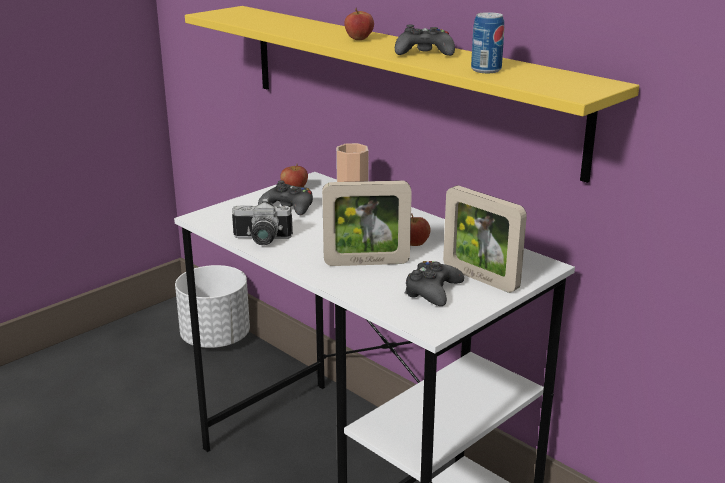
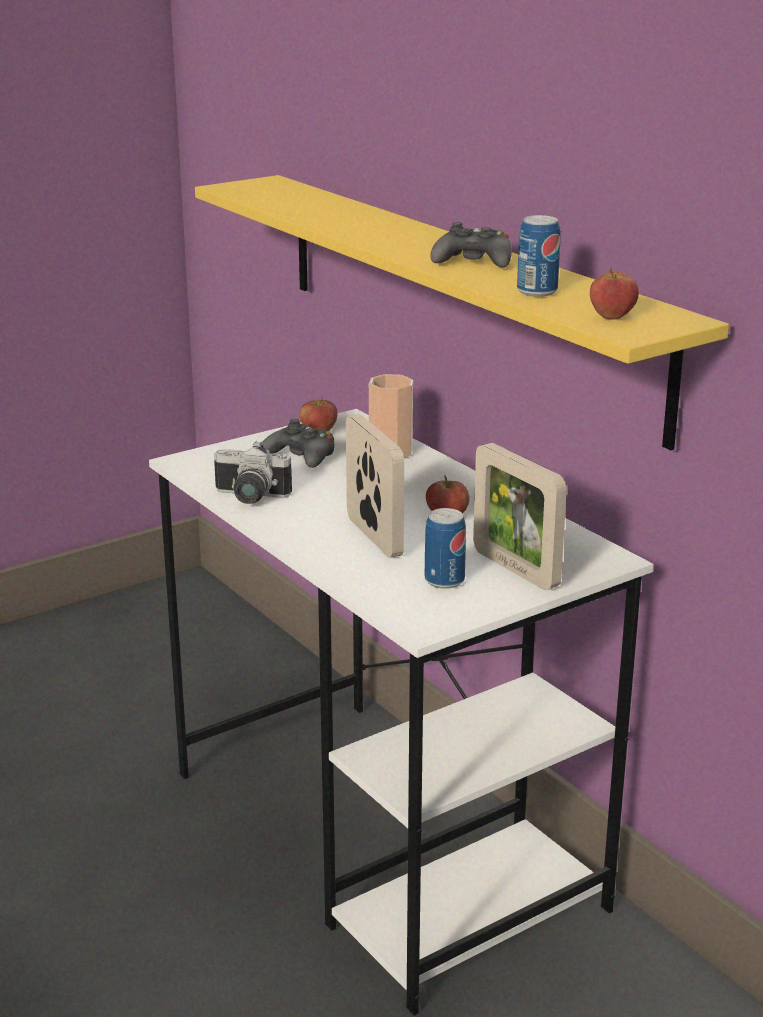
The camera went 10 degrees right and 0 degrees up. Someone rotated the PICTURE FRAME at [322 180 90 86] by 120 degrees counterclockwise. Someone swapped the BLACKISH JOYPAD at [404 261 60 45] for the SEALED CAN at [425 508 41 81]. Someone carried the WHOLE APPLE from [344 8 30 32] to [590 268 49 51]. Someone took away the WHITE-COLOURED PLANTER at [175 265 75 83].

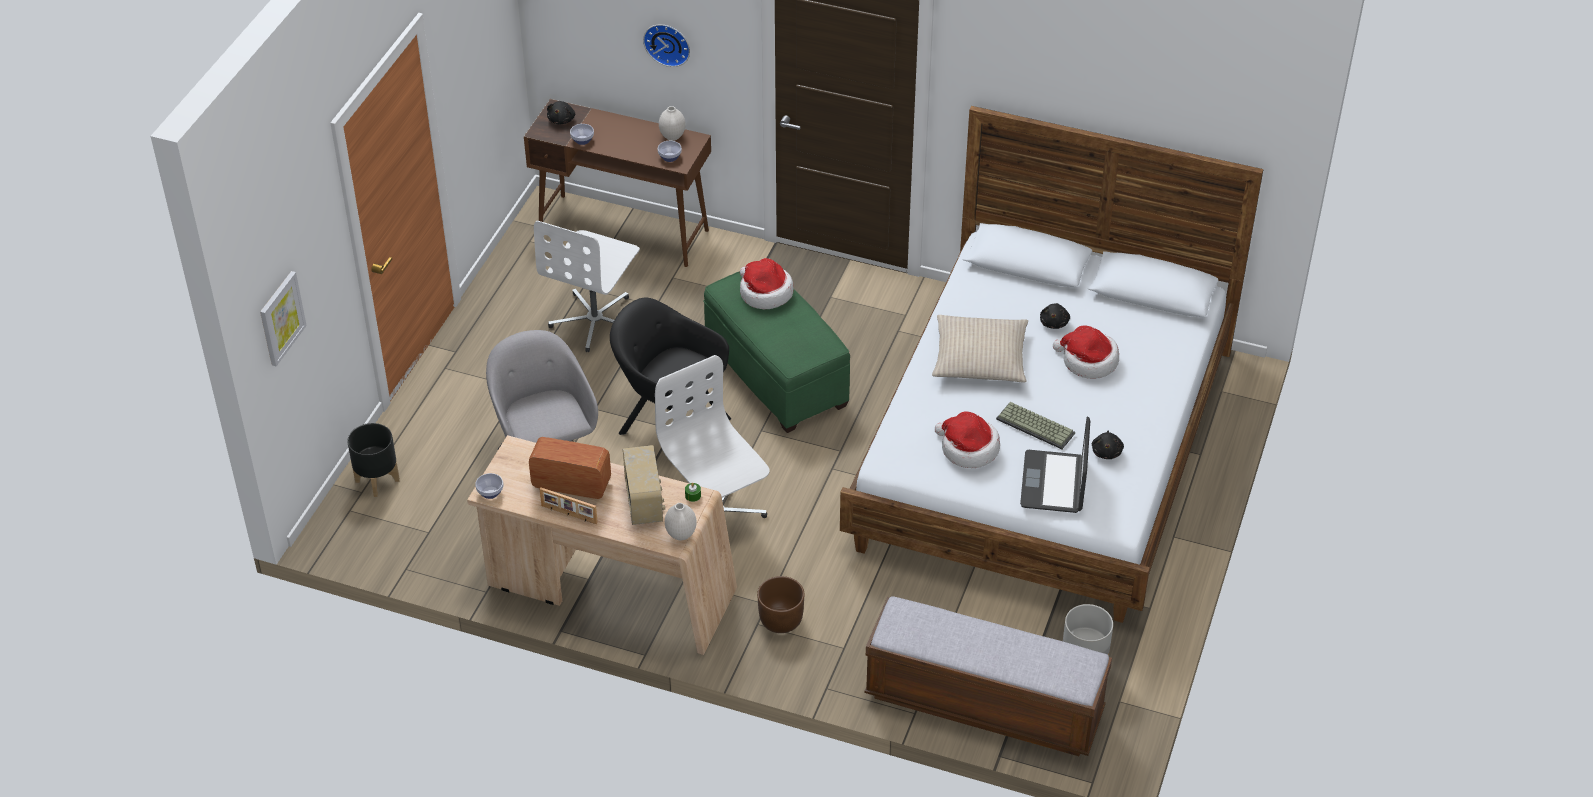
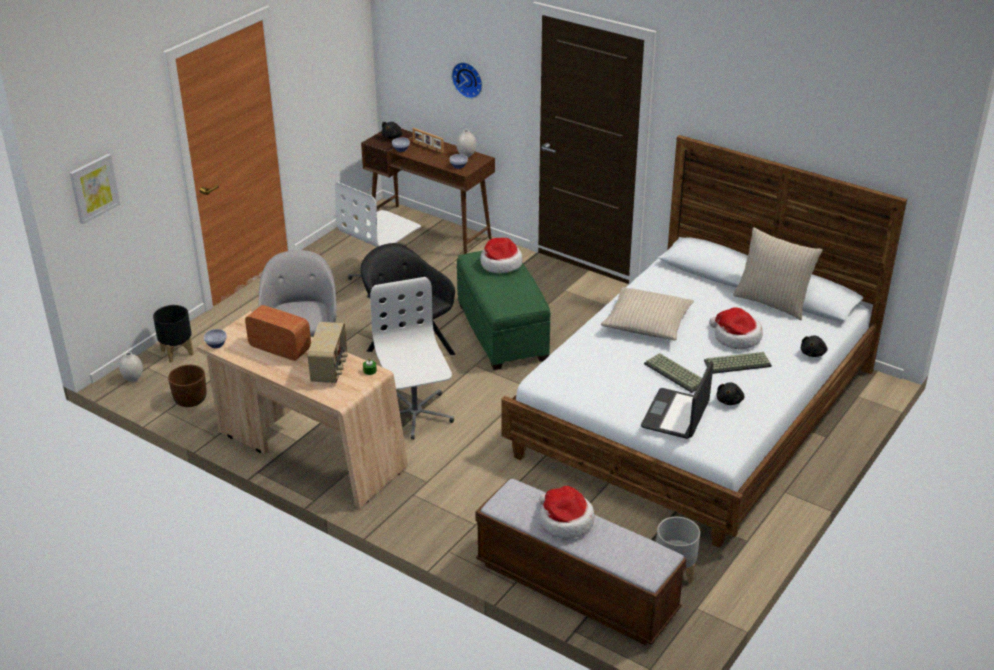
The camera went 15 degrees right and 10 degrees down. Someone carried the WHITE-COLOURED DECORATIVE VASE from [665 503 31 37] to [119 352 24 30]. Someone carried the BROWN PLANTER from [757 576 47 57] to [168 365 39 42]. Someone carried the PICTURE FRAME from [540 488 58 36] to [413 128 31 25]. Someone carried the CLOTHING HAT from [935 412 65 56] to [539 486 55 53]. Someone put down the PC KEYBOARD at [704 352 68 22]. Someone put down the BEIGE CUSHION at [733 227 90 93]. Someone carried the BLACKISH PLUSH TOY from [1040 303 30 26] to [801 336 26 21].

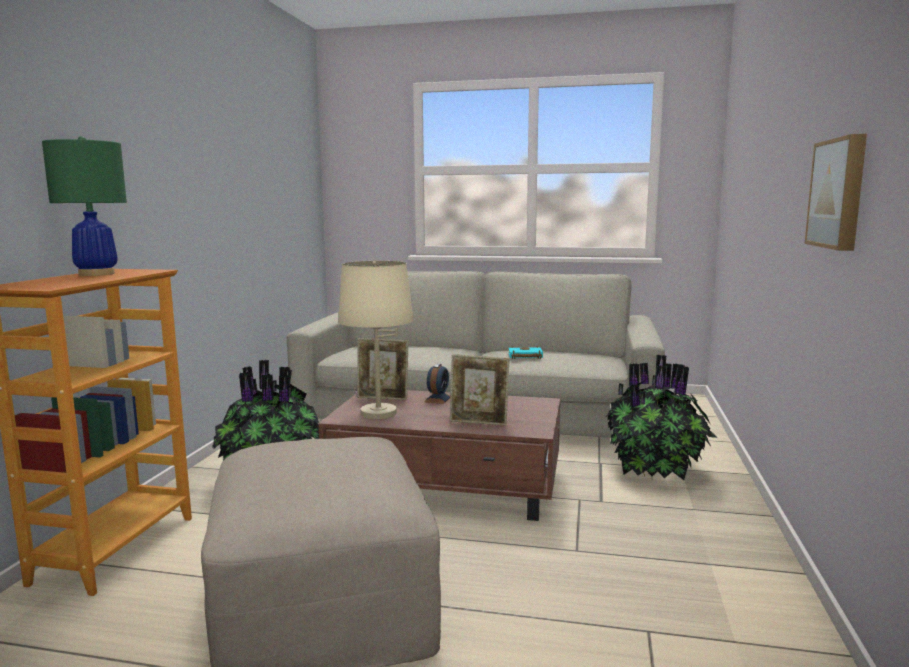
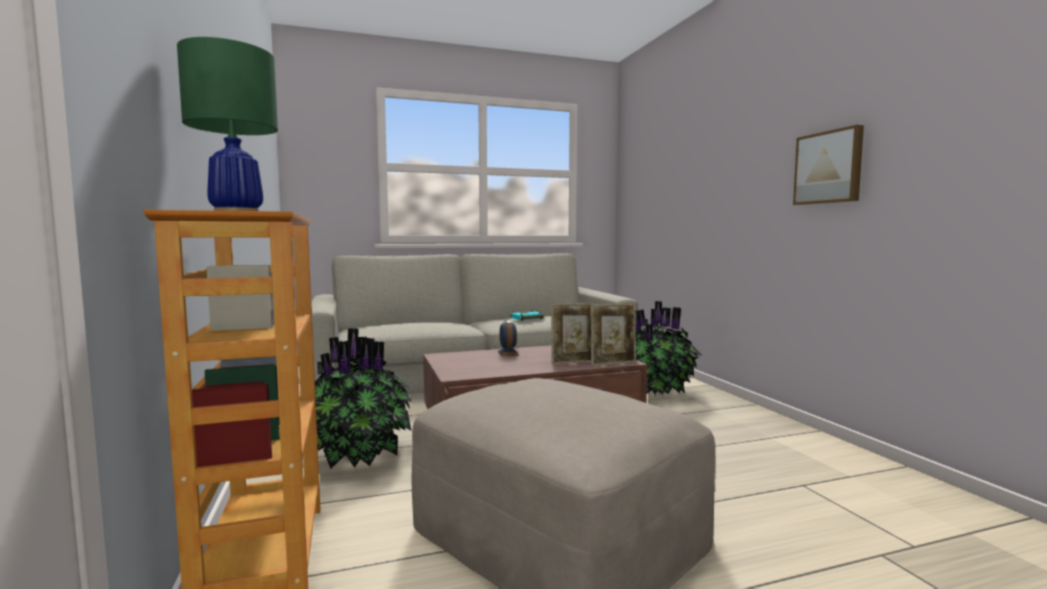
The camera went 30 degrees left and 5 degrees down. Someone carried the PICTURE FRAME from [357 338 51 62] to [590 303 46 63]. Someone took away the BEIGE TABLE LAMP at [338 261 75 158].

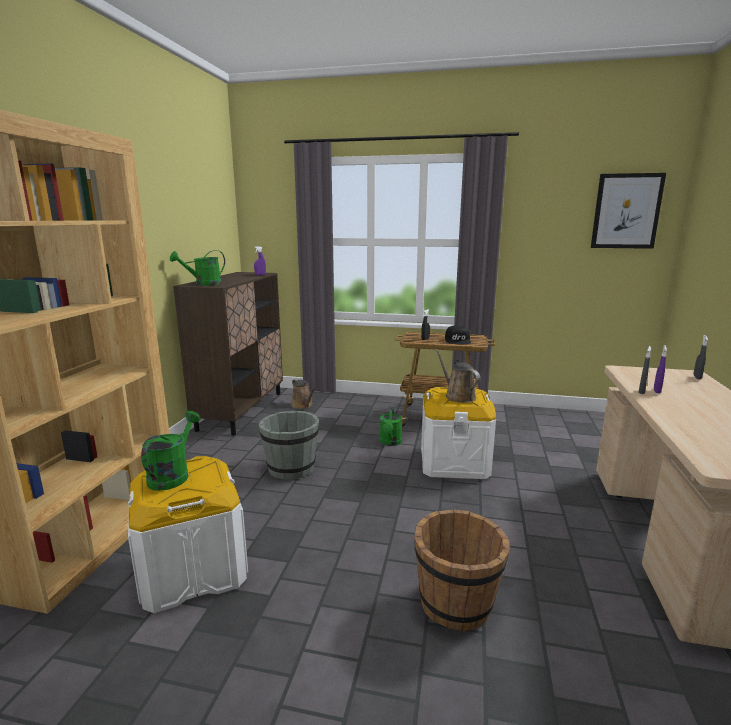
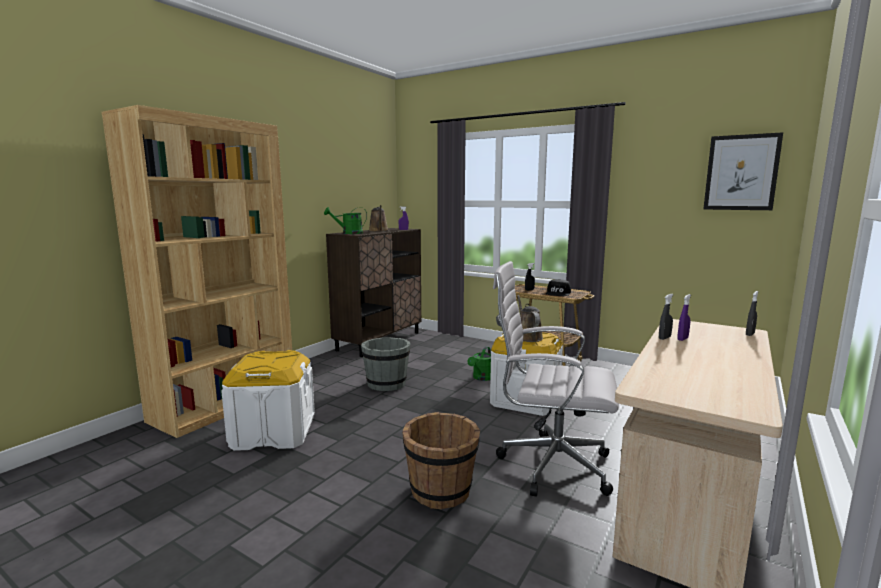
The camera went 20 degrees right and 5 degrees down. Someone carried the BROWN SPRINKLING CAN from [291 379 25 30] to [369 205 20 27]. Someone put down the WHITE-COLOURED DESK CHAIR at [493 261 126 235]. Someone took away the GREENISH SPRINKLING CAN at [141 411 60 80].

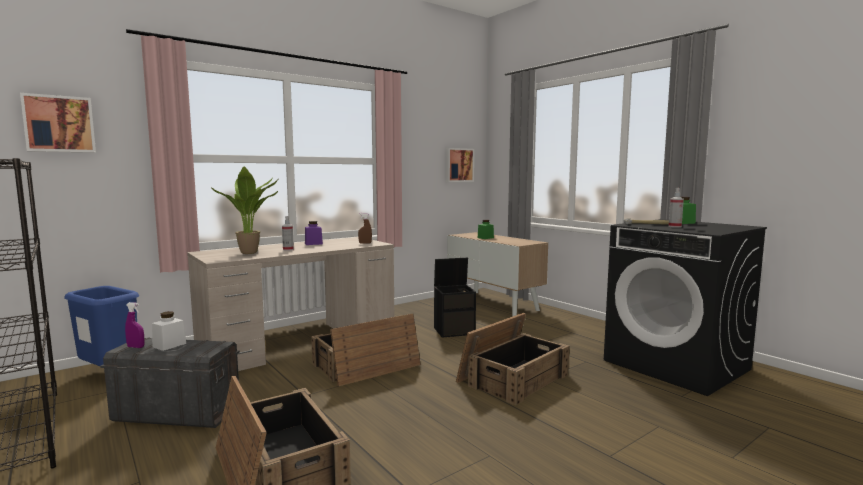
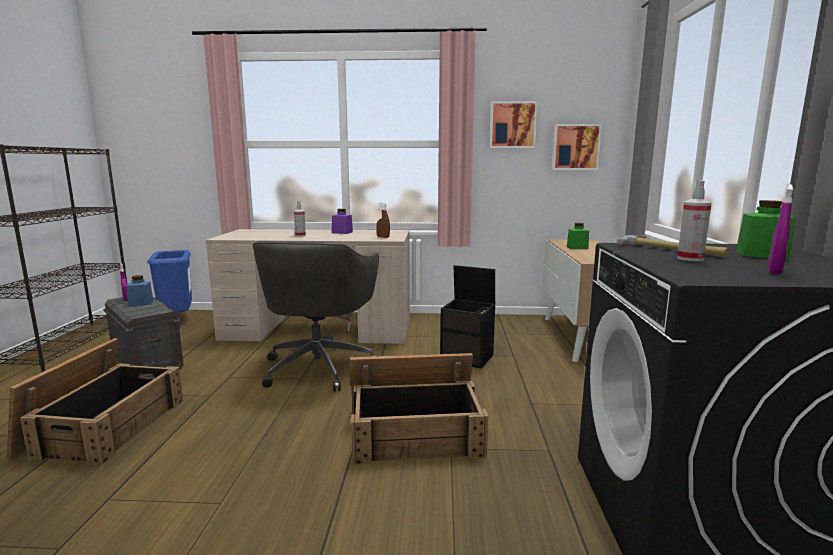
The camera went 40 degrees right and 5 degrees up. Someone repainted the WHITE-COLOURED JAR at [152 311 34 40], which became the BLUE-COLOURED JAR at [126 275 28 32]. Someone swapped the PACKING CRATE at [311 313 110 74] for the GREYISH DESK CHAIR at [253 241 126 151]. Someone carried the WALL ART from [20 93 76 60] to [490 101 48 47]. Someone put down the PURPLE-COLOURED SPRAY BOTTLE at [768 184 25 90]. Someone took away the HOUSEPLANT at [211 167 68 87].

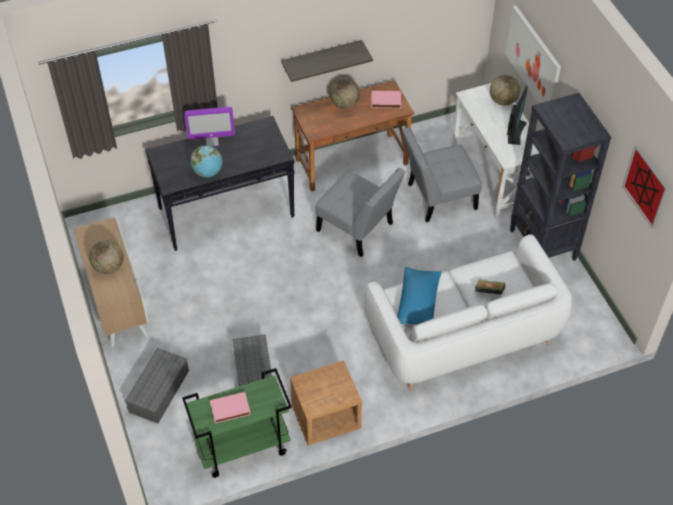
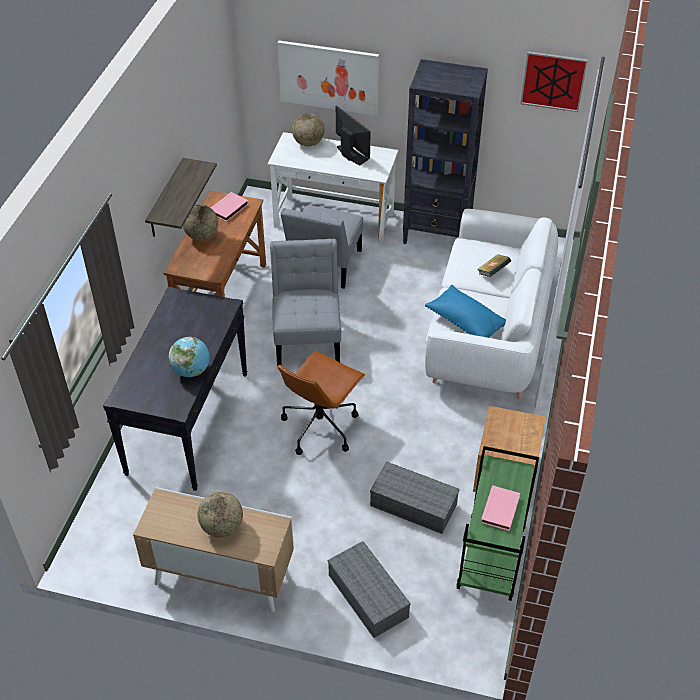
The camera went 55 degrees left and 5 degrees down. Someone rotated the GREYISH PLAIN CHAIR at [315 168 90 89] by 75 degrees counterclockwise. Someone put down the BROWN DESK CHAIR at [278 351 87 104]. Someone took away the COMPUTER SCREEN at [184 107 51 39].

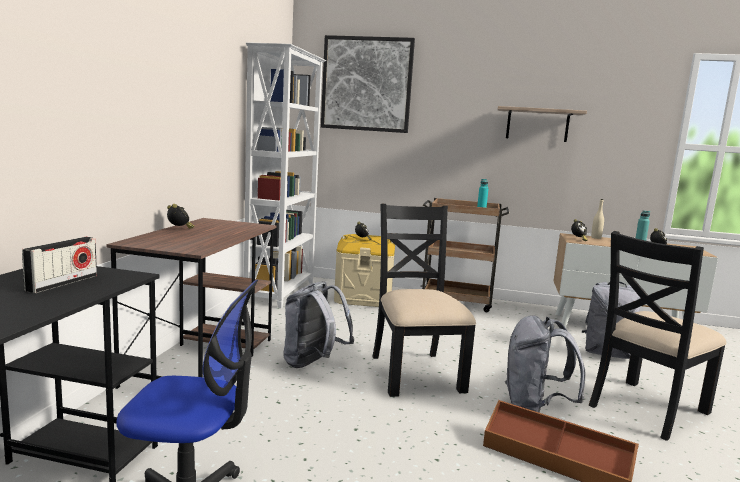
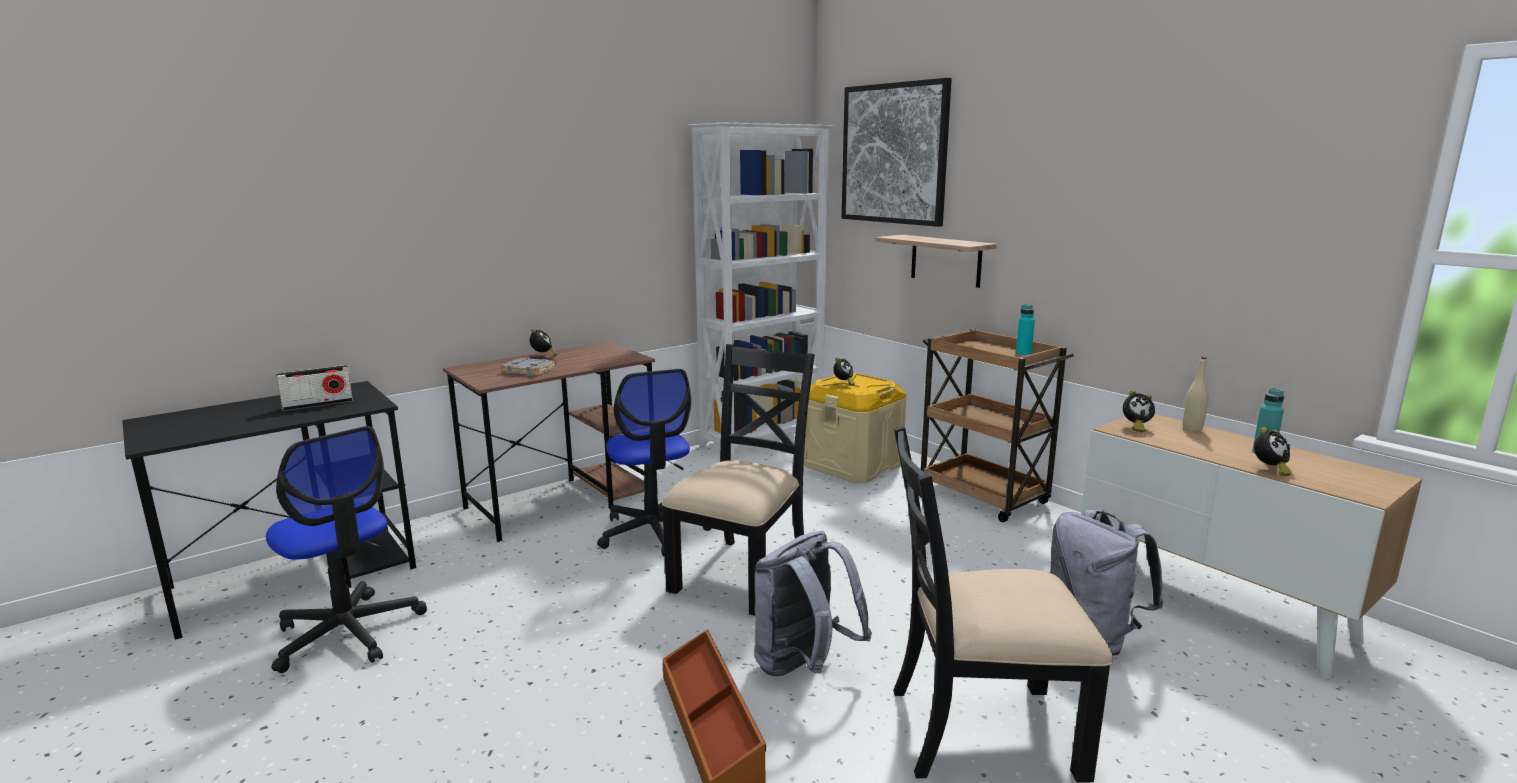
The camera went 40 degrees right and 5 degrees up. Someone put down the GREYISH BOUND BOOK at [501 358 55 18]. Someone swapped the GREYISH RUCKSACK at [283 281 71 87] for the DESK CHAIR at [597 369 115 188]. Someone carried the BRACKET SHELF from [497 106 90 36] to [875 235 122 53].

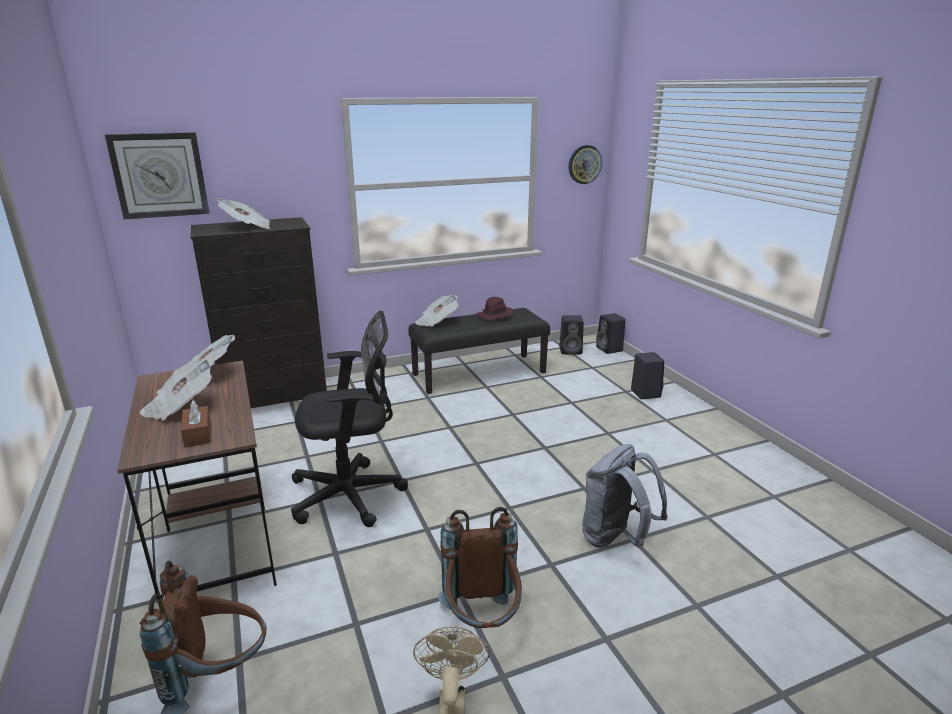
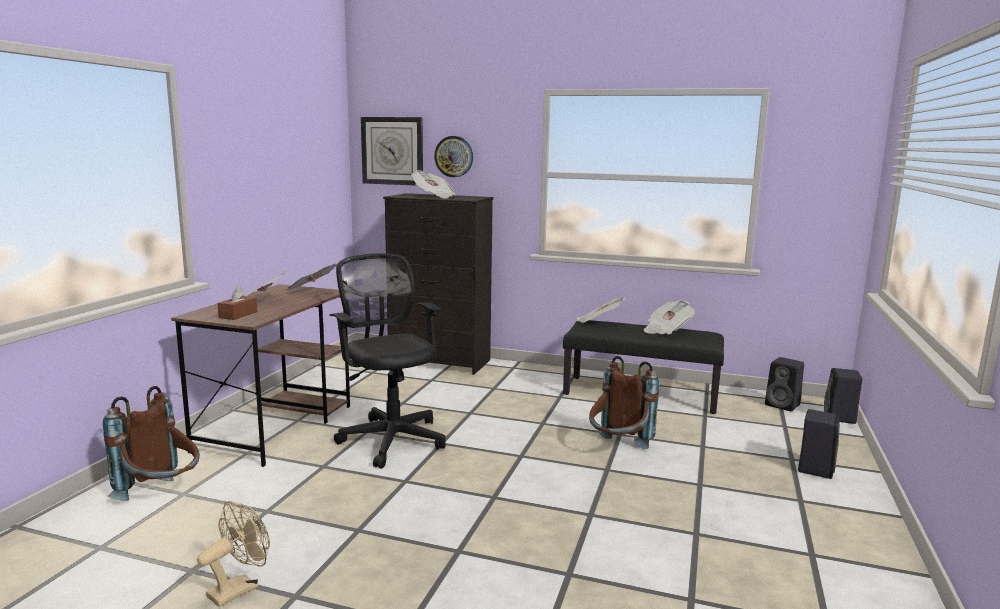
The camera went 40 degrees right and 10 degrees down. Someone rotated the BLACKISH DESK CHAIR at [291 311 117 216] by 150 degrees counterclockwise. Someone carried the CLOCK ON THE WALL from [568 145 34 39] to [434 136 39 41]. Someone carried the BROWN RUCKSACK from [438 507 84 121] to [589 356 70 93]. Someone swapped the PURPLE-COLOURED CLOTHING HAT at [476 297 38 22] for the PRINTED PAPER at [644 300 51 34]. Someone took away the GREYISH RUCKSACK at [582 444 86 104].

